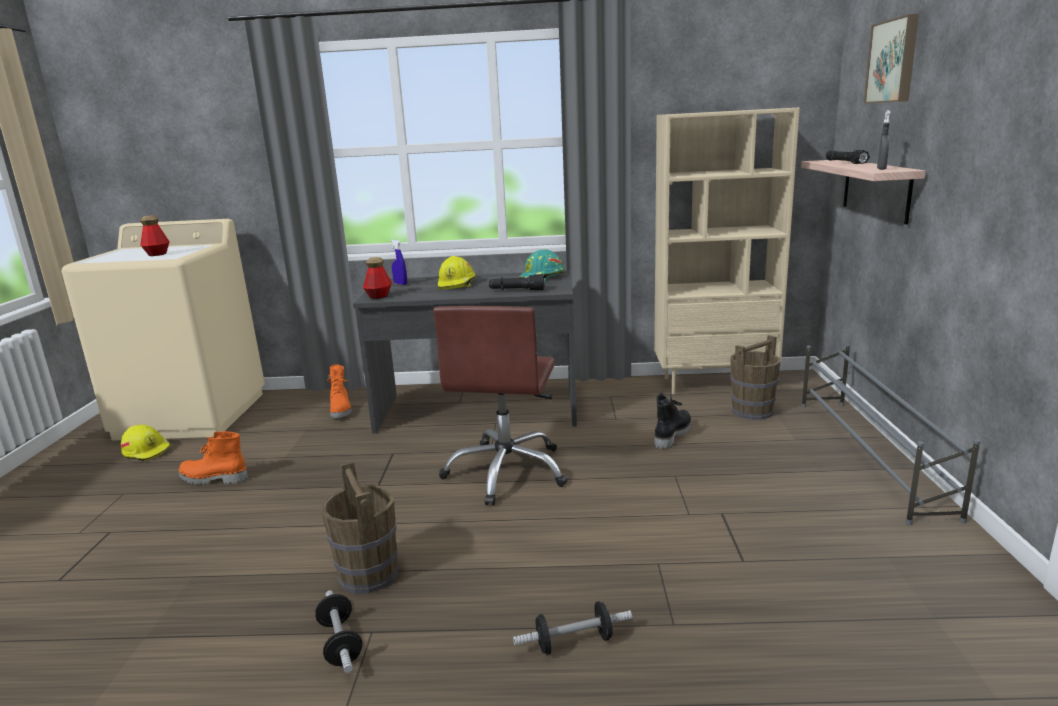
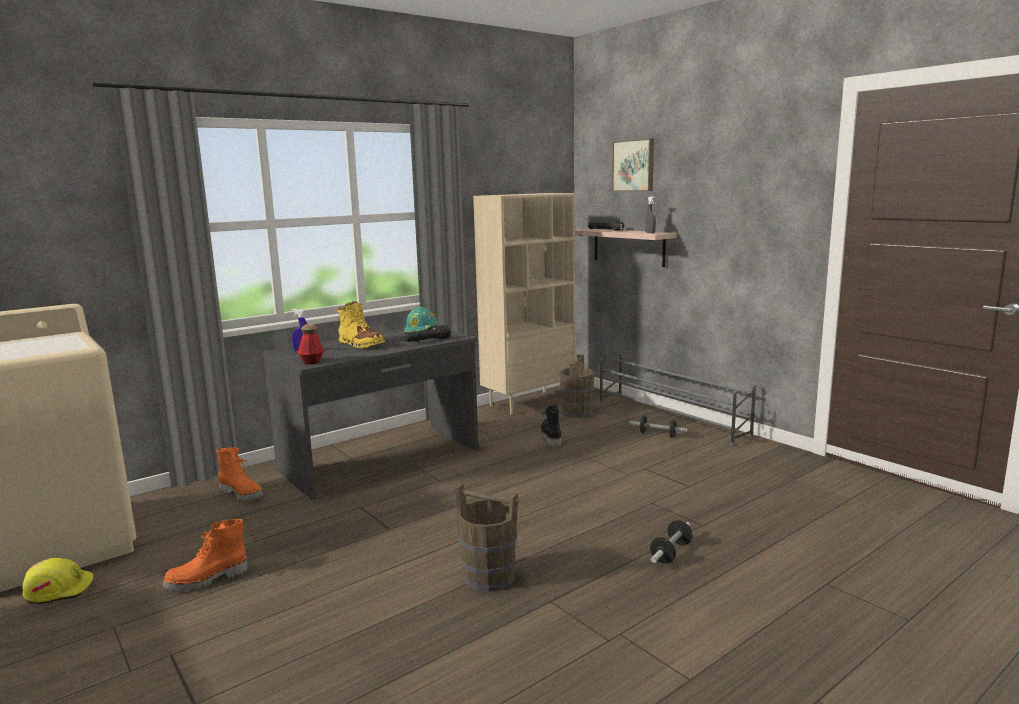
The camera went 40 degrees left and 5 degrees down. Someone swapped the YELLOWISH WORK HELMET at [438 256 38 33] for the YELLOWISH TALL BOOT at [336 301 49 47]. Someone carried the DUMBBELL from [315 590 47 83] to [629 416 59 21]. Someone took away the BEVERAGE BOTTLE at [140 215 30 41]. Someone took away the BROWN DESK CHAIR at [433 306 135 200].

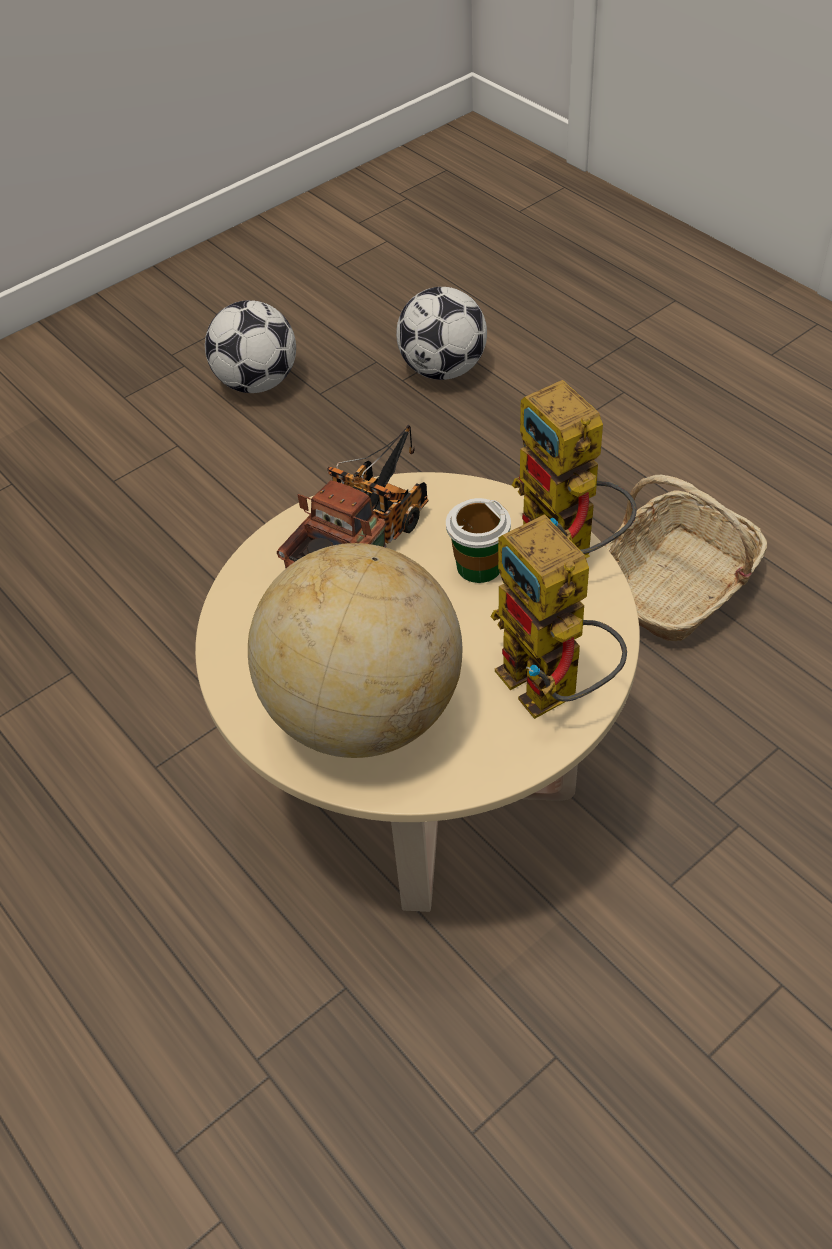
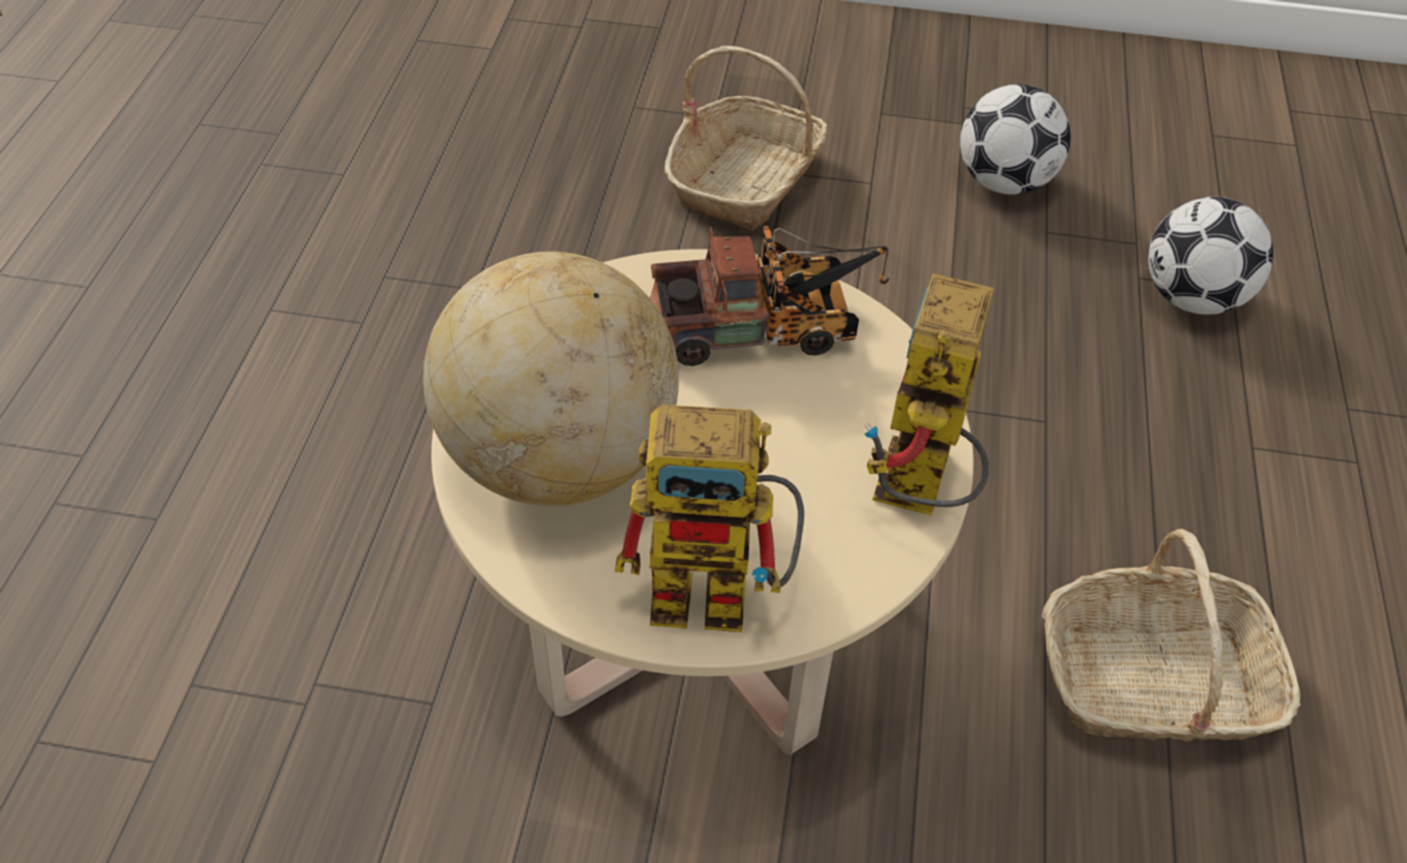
The camera went 45 degrees right and 0 degrees up. Someone rotated the TOY ROBOT at [491 514 136 205] by 105 degrees counterclockwise. Someone put down the STORAGE BASKET at [665 46 163 185]. Someone took away the CUP at [446 498 65 85].

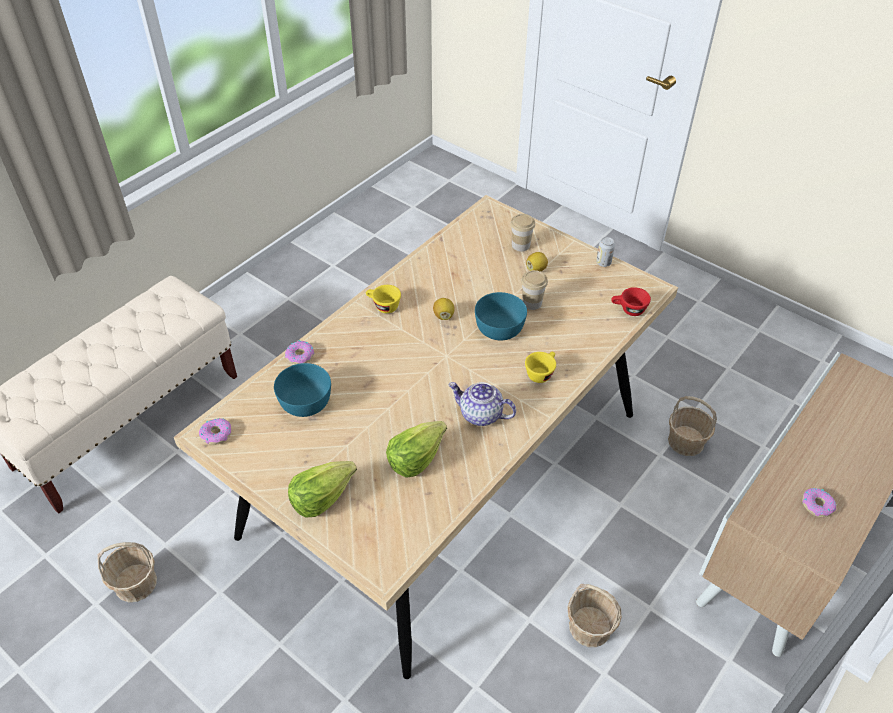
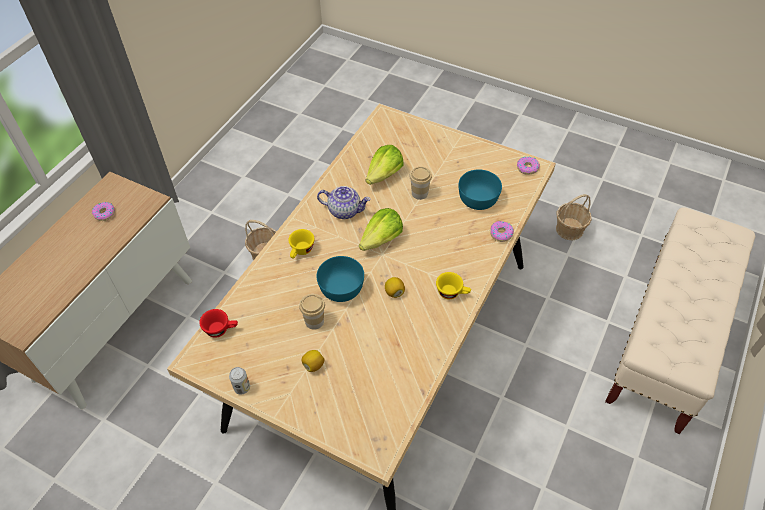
The camera went 170 degrees right and 5 degrees up. Someone carried the LETTUCE HEAD from [288 461 69 57] to [359 208 44 43]. Someone carried the CUP from [510 214 25 37] to [409 167 23 33]. Someone took away the STORAGE BASKET at [668 396 49 60].

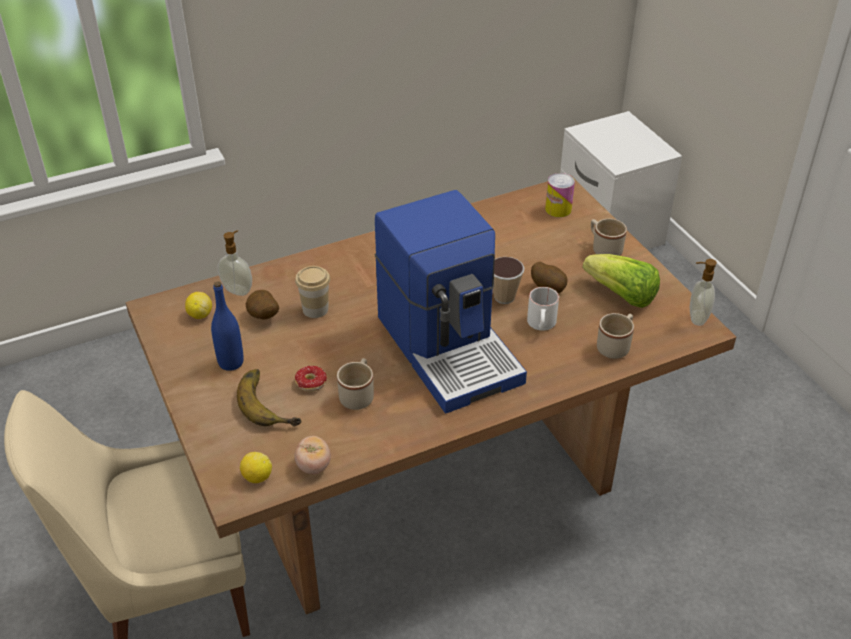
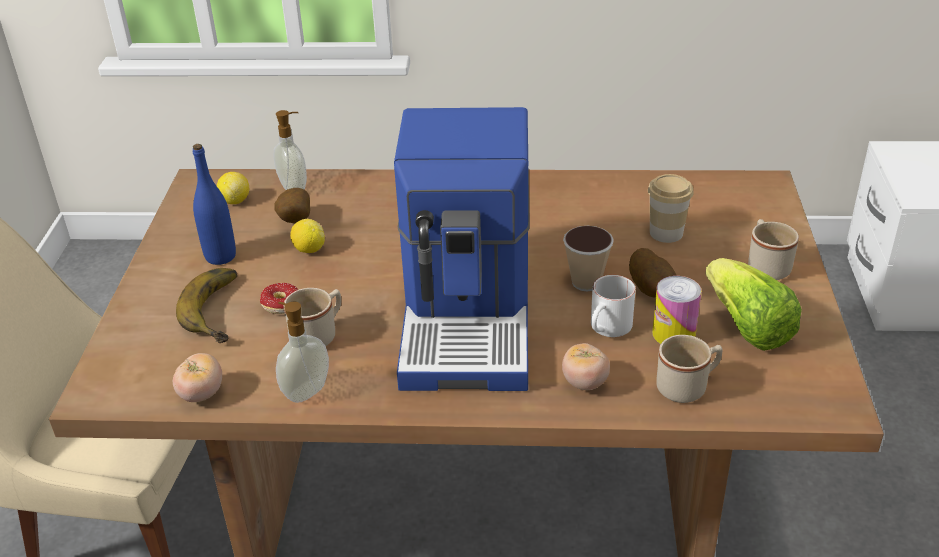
The camera went 30 degrees right and 5 degrees down. Someone carried the LIQUID SOAP BOTTLE from [690 259 27 67] to [276 302 53 101]. Someone carried the LEMON from [240 452 32 31] to [290 219 35 34]. Someone put down the TOMATO at [562 343 48 47]. Someone carried the CUP from [295 266 35 52] to [648 174 46 69]. Someone carried the SEALED CAN from [545 173 30 44] to [652 276 49 68].

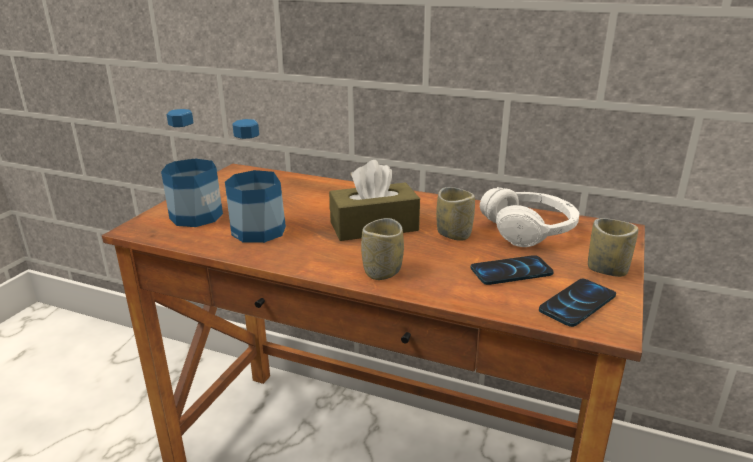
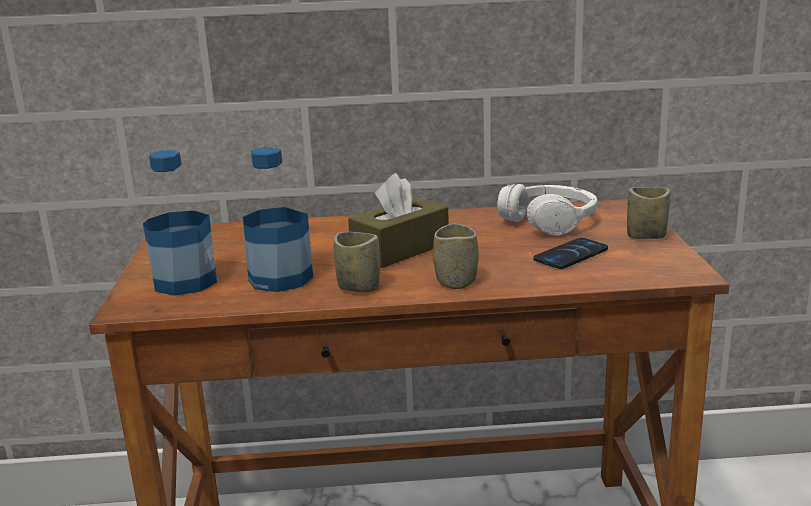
The camera went 25 degrees left and 5 degrees down. Someone carried the CUP from [436 187 39 54] to [333 232 47 60]. Someone took away the TELEPHONE at [539 279 77 48].

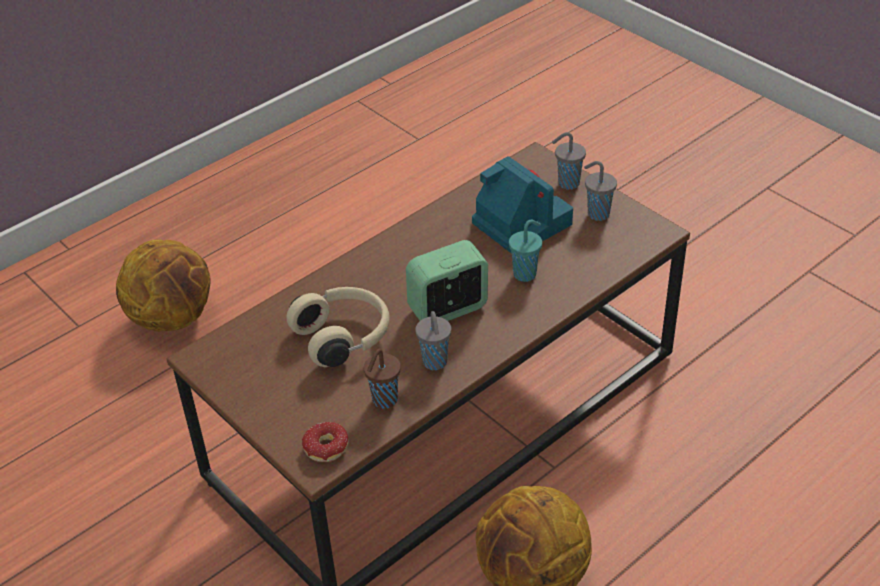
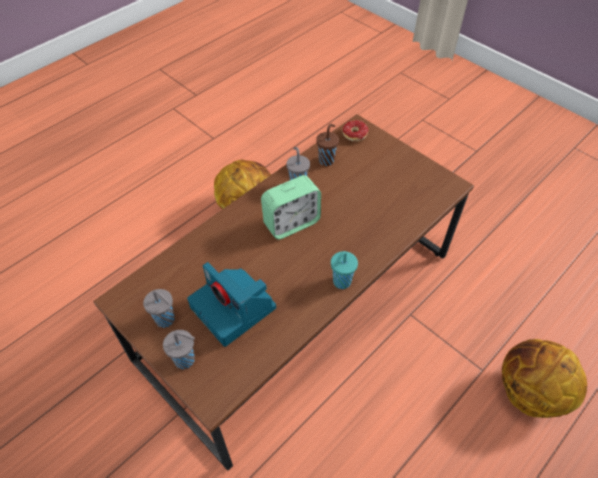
The camera went 175 degrees right and 10 degrees up. Someone carried the BLUE-GREEN CUP from [509 220 33 62] to [331 251 27 38]. Someone took away the BEIGE HEADPHONES at [286 287 104 80].

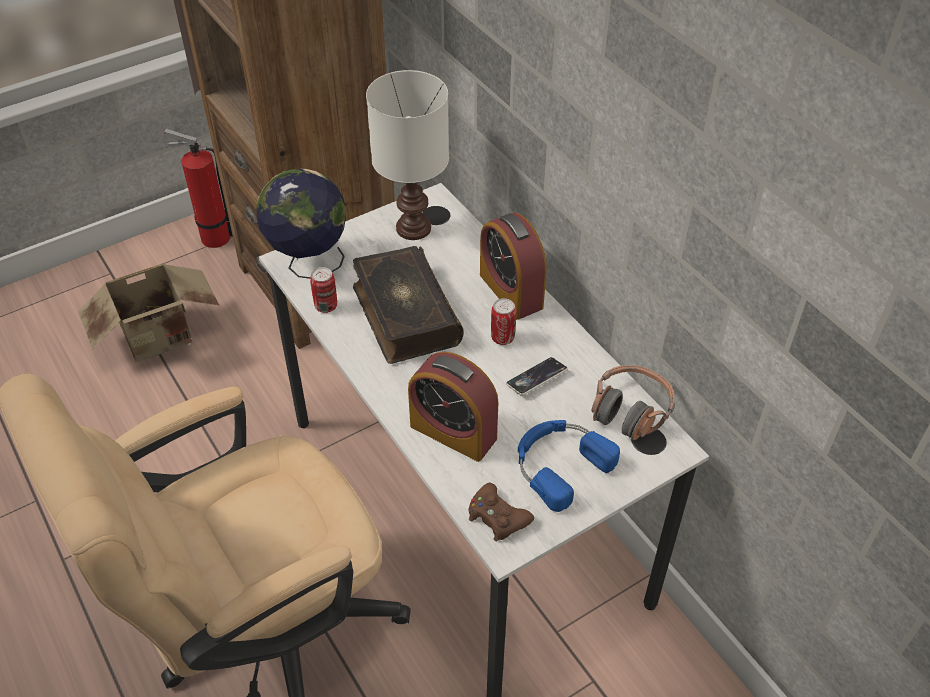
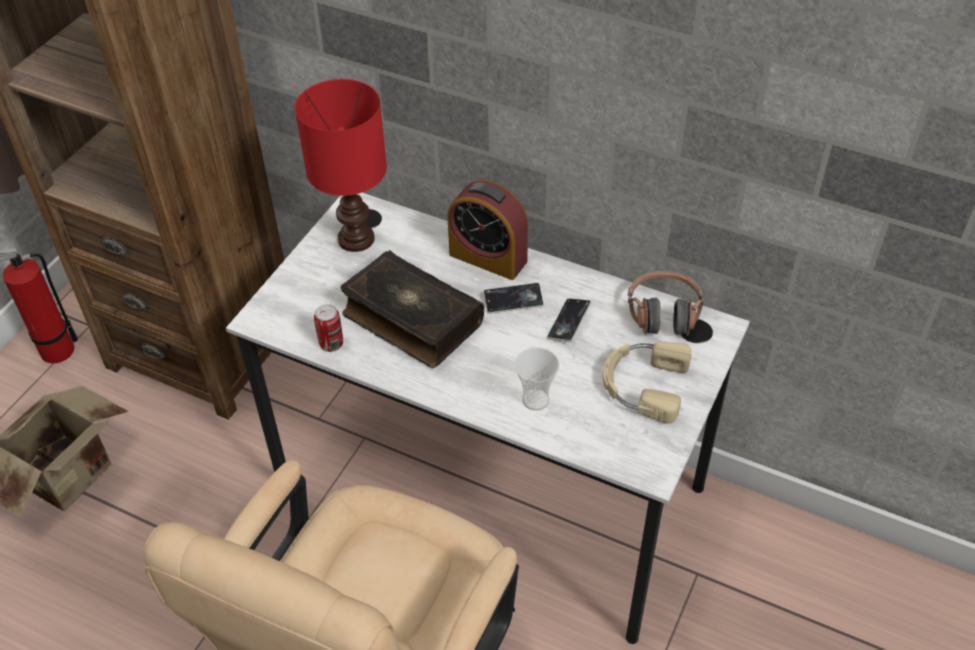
The camera went 30 degrees left and 0 degrees up. Someone repainted the WHITE-COLOURED TABLE LAMP at [366 70 83 170], which became the RED TABLE LAMP at [295 79 92 173]. Someone swapped the SEALED CAN at [491 298 25 47] for the TELEPHONE at [483 283 61 31]. Someone swapped the ALARM CLOCK at [408 352 91 110] for the CUP at [514 347 46 64]. Someone repainted the BLUE-COLOURED HEADPHONES at [518 420 102 92], which became the BEIGE HEADPHONES at [603 342 88 82]. Someone took away the WORLD GLOBE at [256 169 90 110]. Someone took away the BROWN JOYPAD at [468 482 66 59].

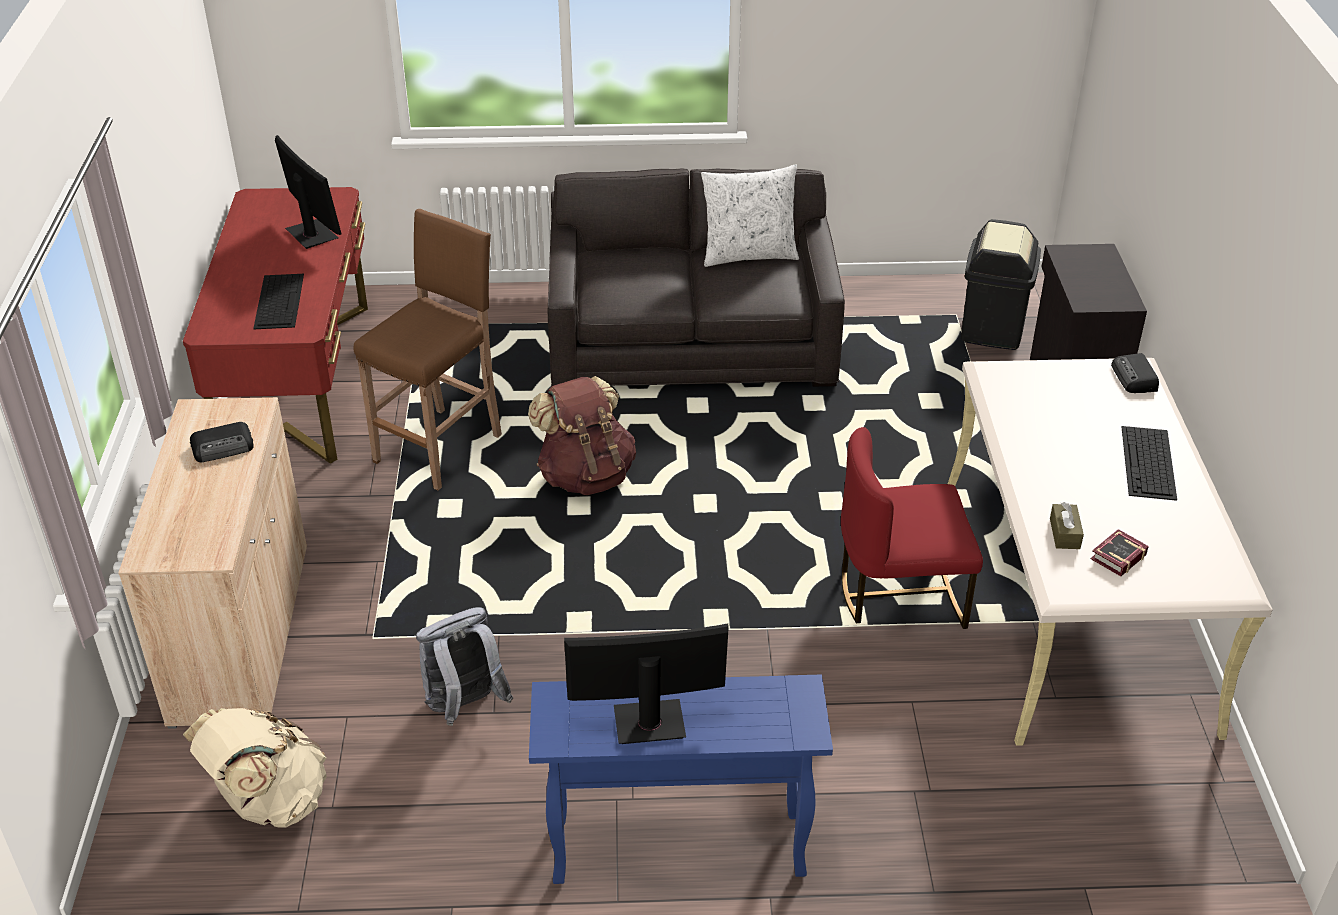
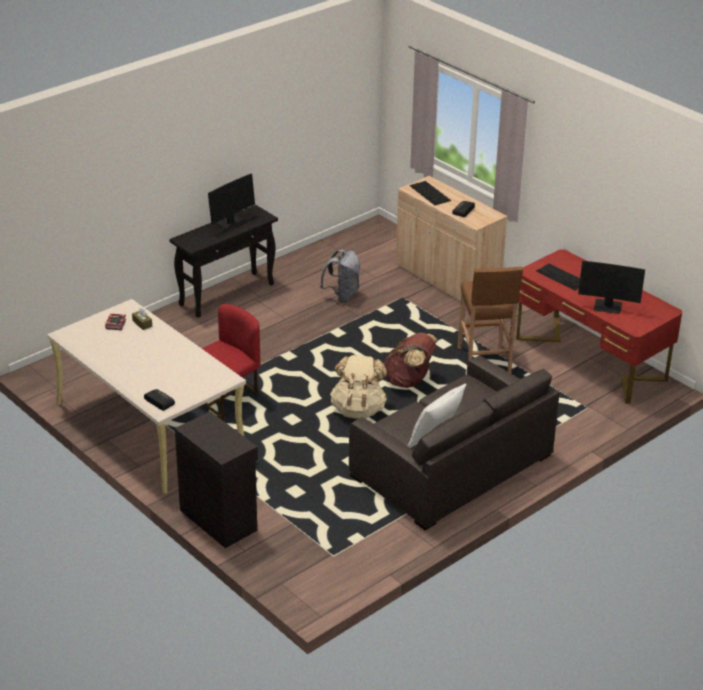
The camera went 140 degrees right and 5 degrees down. Someone repainted the BLUE-COLOURED CONSOLE TABLE at [529 675 304 209], which became the BLACKISH CONSOLE TABLE at [169 205 109 113]. Someone carried the BEIGE RUCKSACK from [183 708 144 120] to [330 355 57 64]. Someone carried the PC KEYBOARD from [1122 426 55 75] to [409 181 42 24]. Someone took away the BLACKISH RUBBISH BIN at [961 219 80 131].

